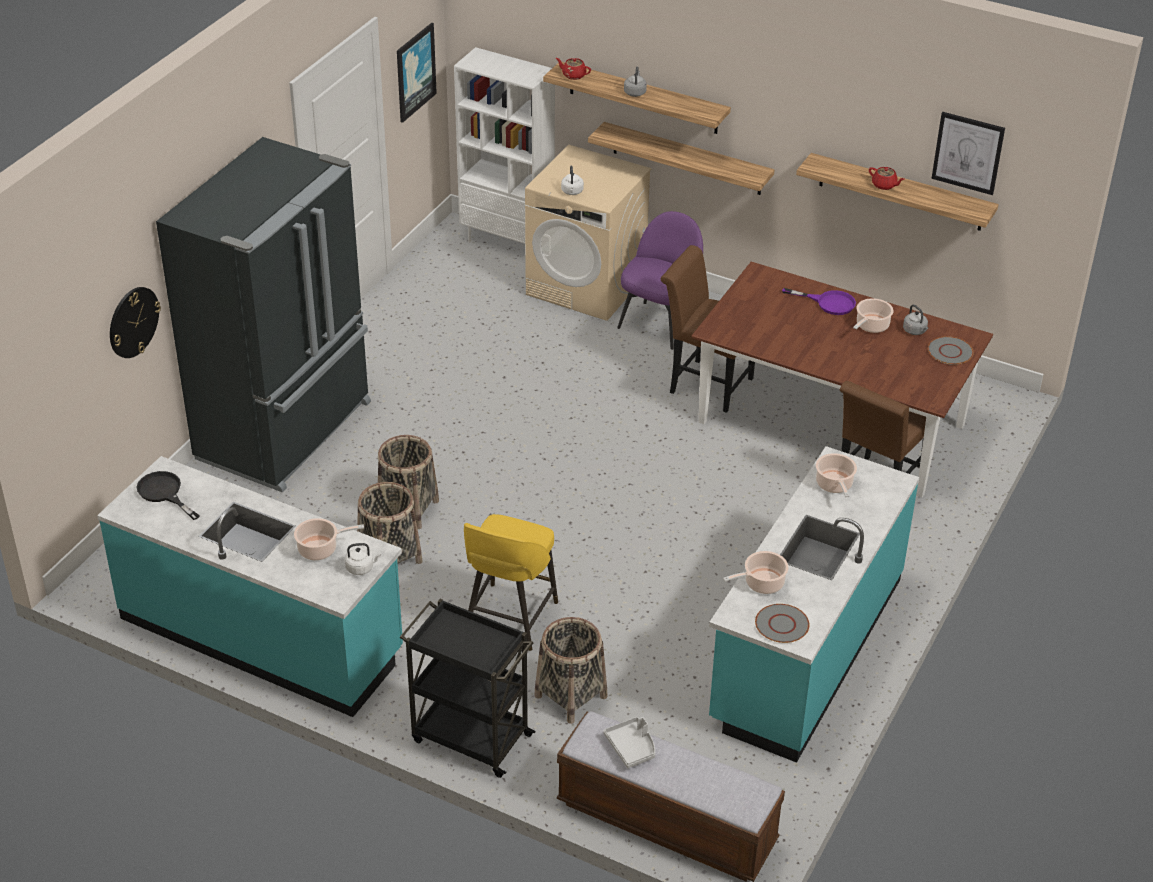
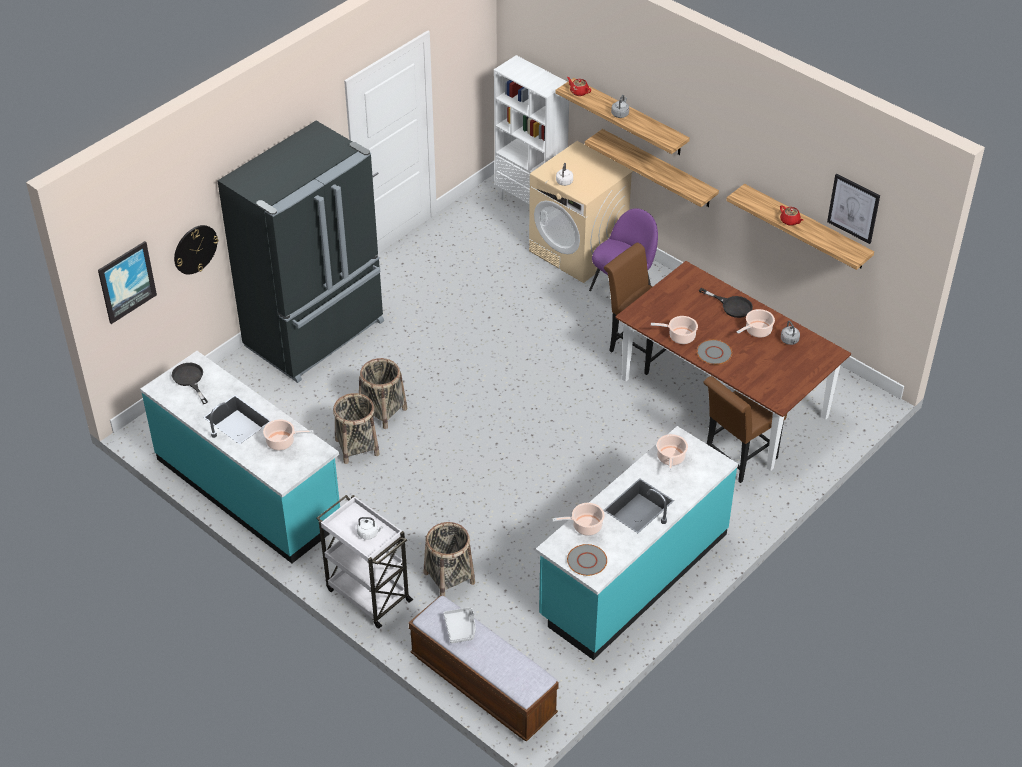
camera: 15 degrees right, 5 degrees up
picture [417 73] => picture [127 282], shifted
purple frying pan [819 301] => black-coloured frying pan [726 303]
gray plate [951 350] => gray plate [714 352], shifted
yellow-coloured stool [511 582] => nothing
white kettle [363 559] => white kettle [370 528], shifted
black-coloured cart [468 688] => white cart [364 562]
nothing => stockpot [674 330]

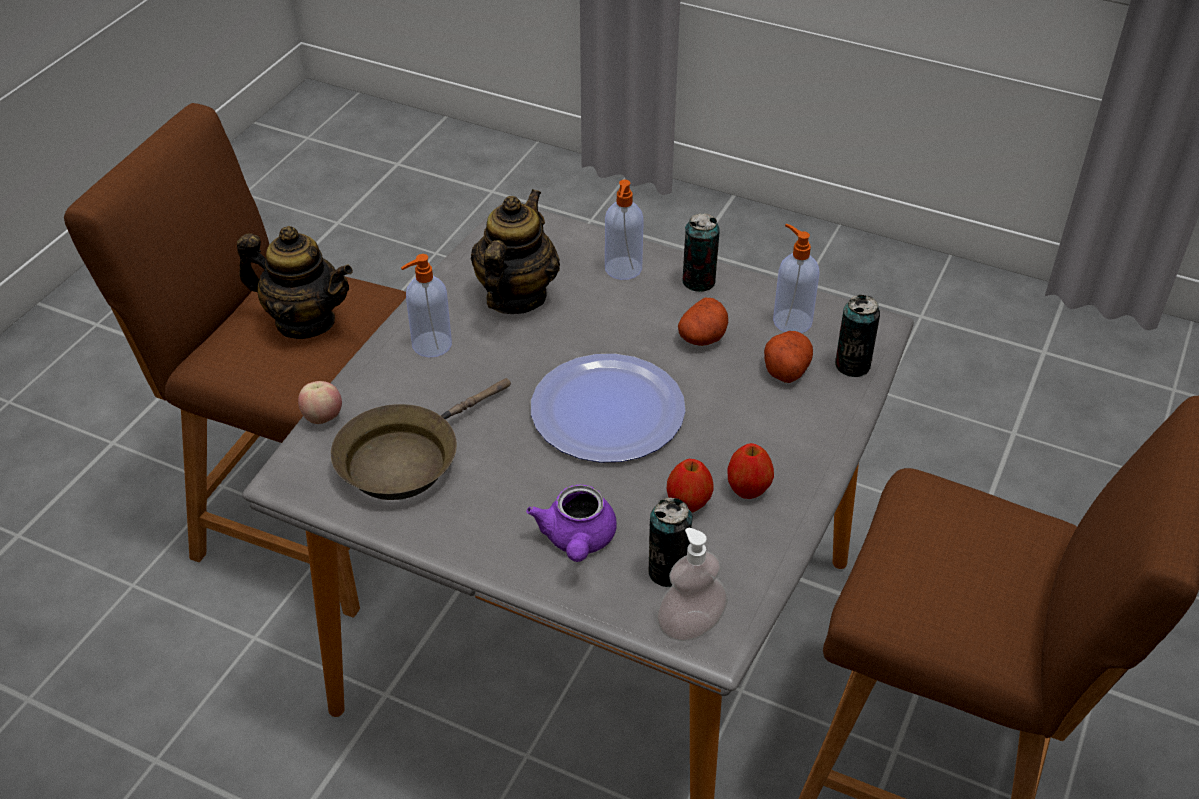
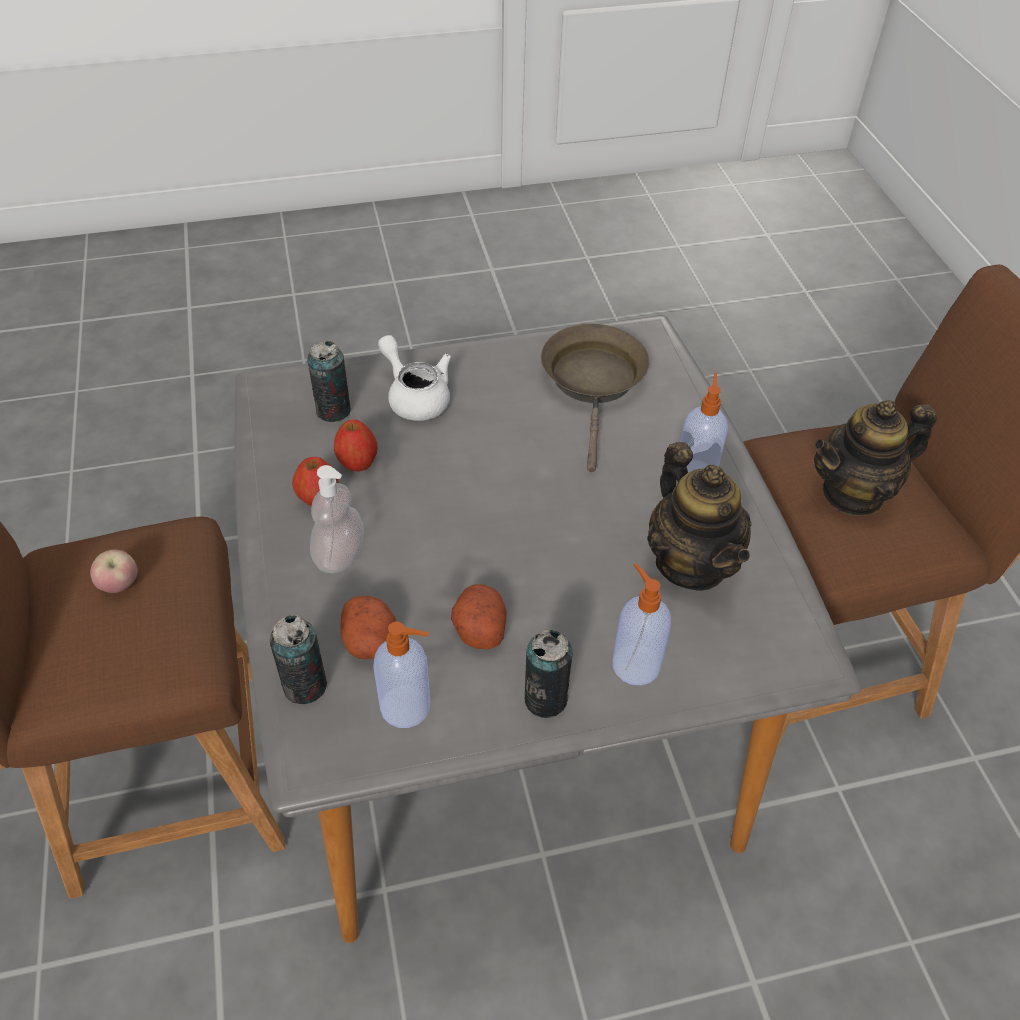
camera: 140 degrees right, 5 degrees up
plate [608 408] => nothing
apple fruit [320 402] => apple fruit [114 571], shifted
purple pot for tea [571 523] => white pot for tea [414 378]
liquid soap bottle [692 584] => liquid soap bottle [337 519], shifted

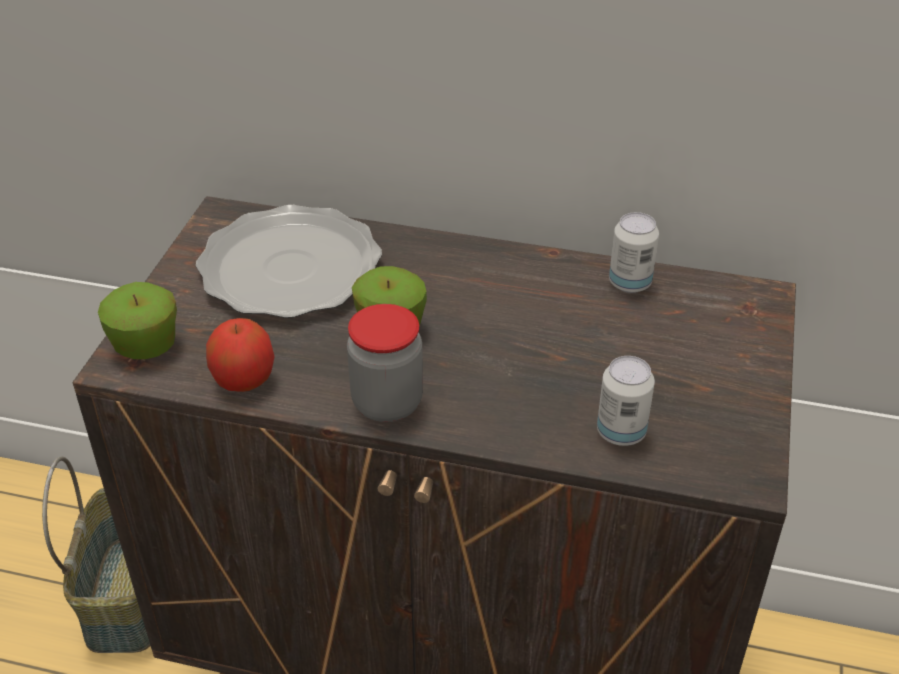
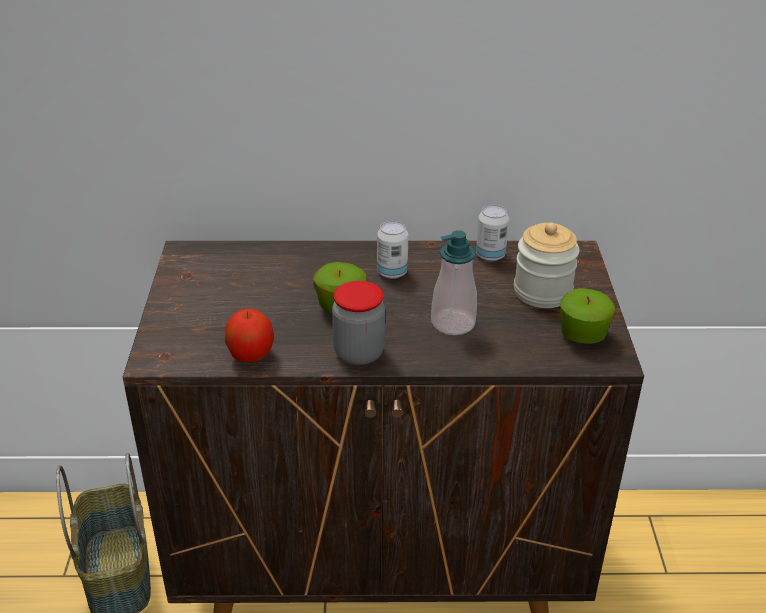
camera: 15 degrees left, 5 degrees down
plate [289 261] => nothing
apple fruit [137 320] => apple fruit [587 316], shifted
metal can [626 401] => metal can [393 250], shifted
nothing => jar [547 265]
nothing => liquid soap bottle [454 282]

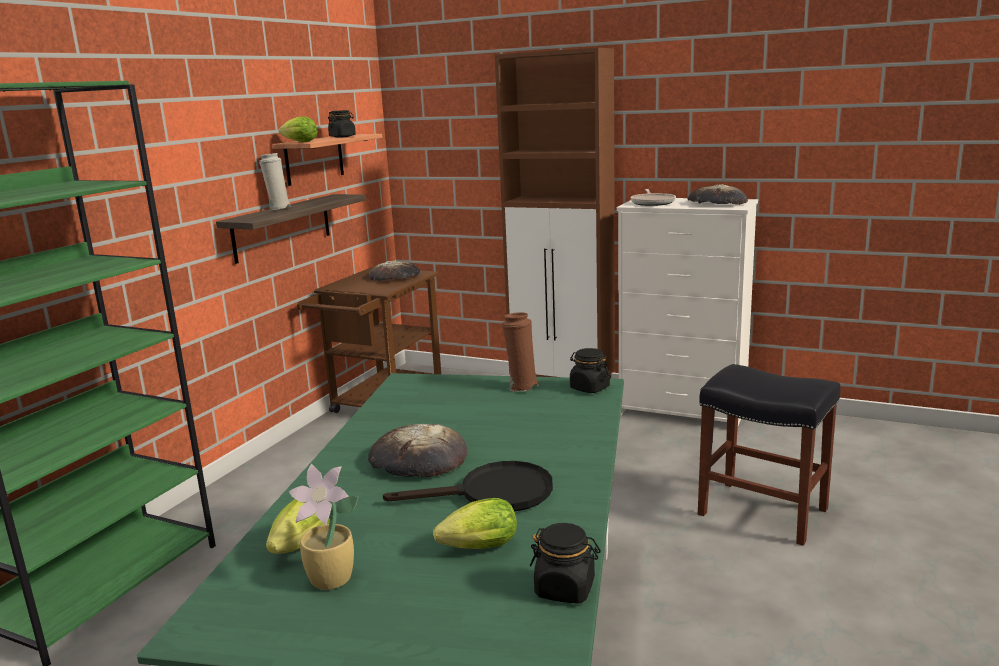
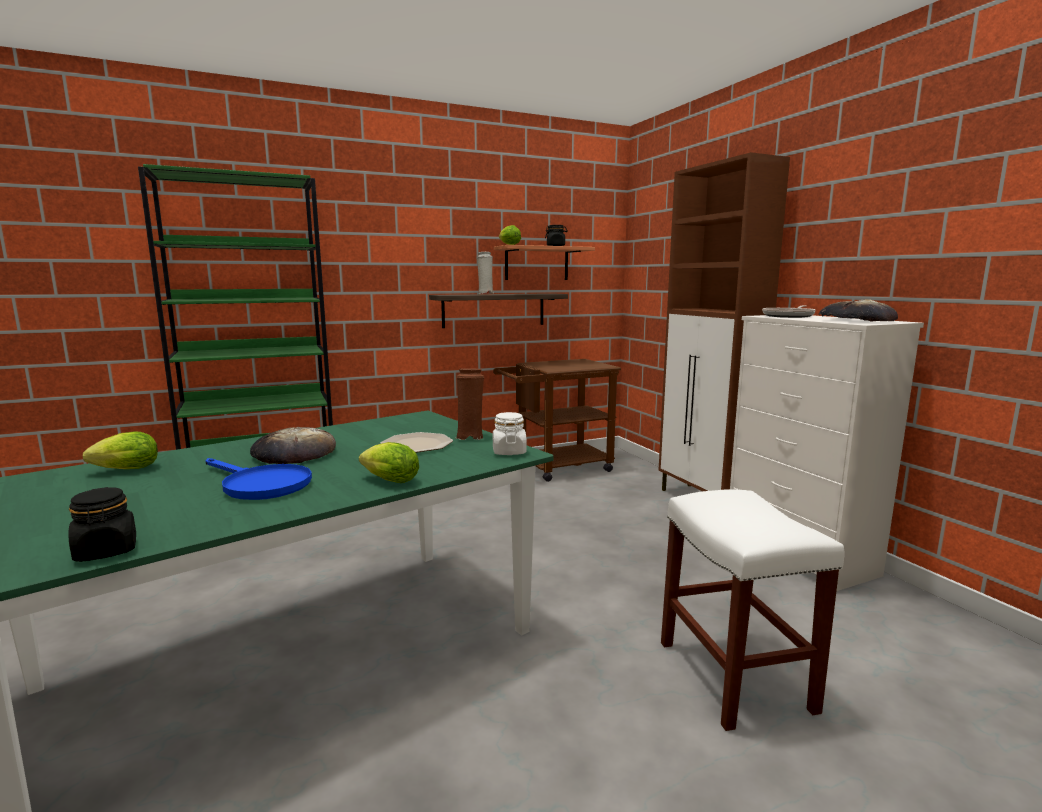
camera: 40 degrees right, 5 degrees down
baked bread [394 271] => nothing
black-coloured jar [590 370] => white jar [510 433]
black-coloured stool [769 455] => white stool [753 610]
black-coloured frying pan [468 486] => blue frying pan [259 479]
potted plant [323 527] => nothing
head of lettuce [475 523] => head of lettuce [389 462], shifted
nothing => plate [417 442]

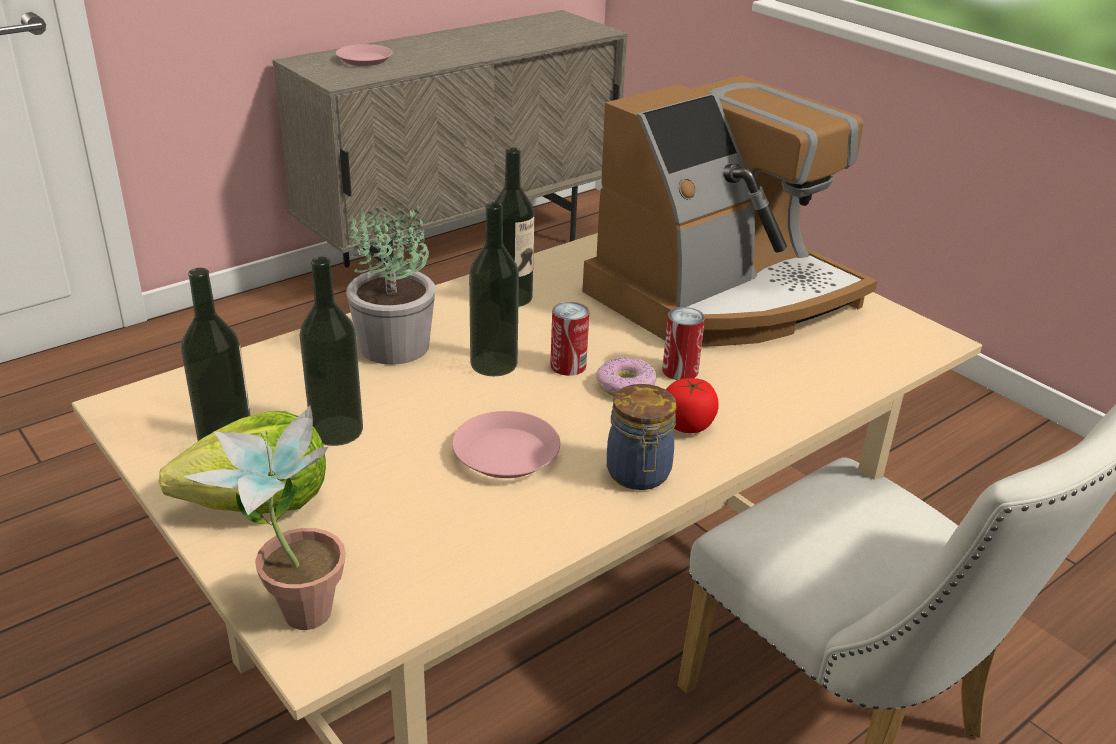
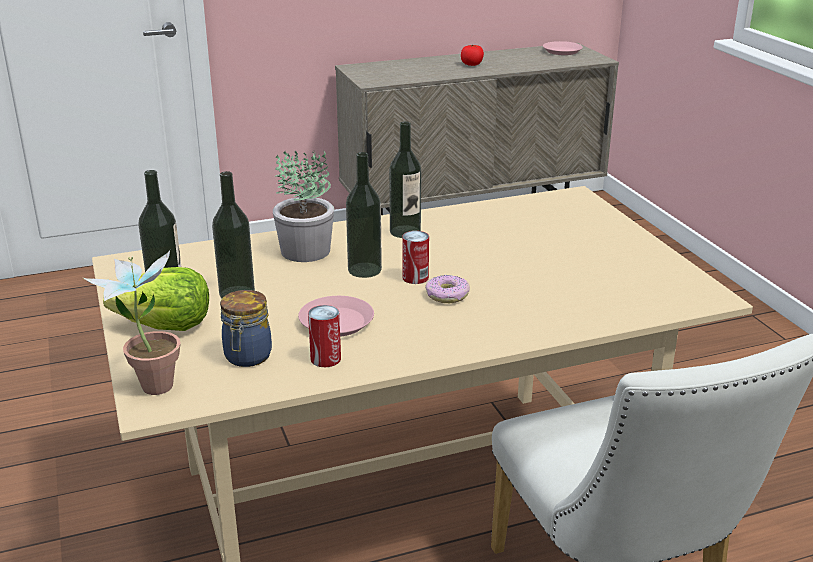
camera: 20 degrees right, 5 degrees down
pinkish plate [364 55] => pinkish plate [563 48], shifted
coffee brewer [730 211] => nothing
metal can [683 343] => metal can [324 336], shifted
fresh tomato [692 405] => fresh tomato [472 55], shifted
jar [641 437] => jar [246 328], shifted

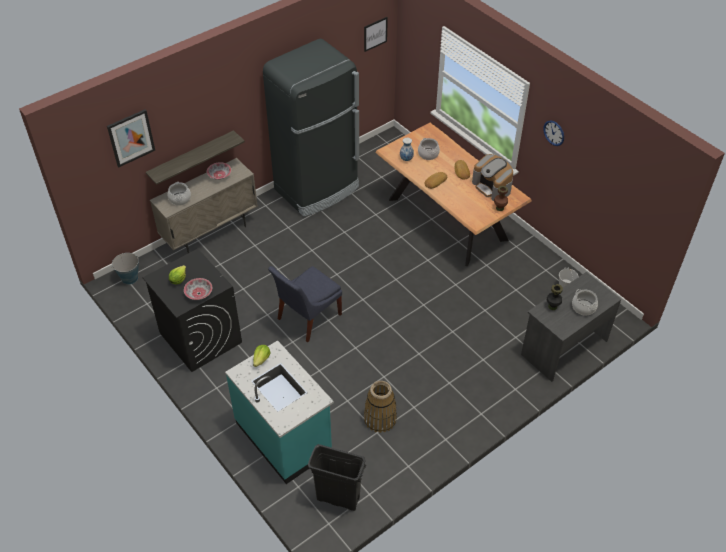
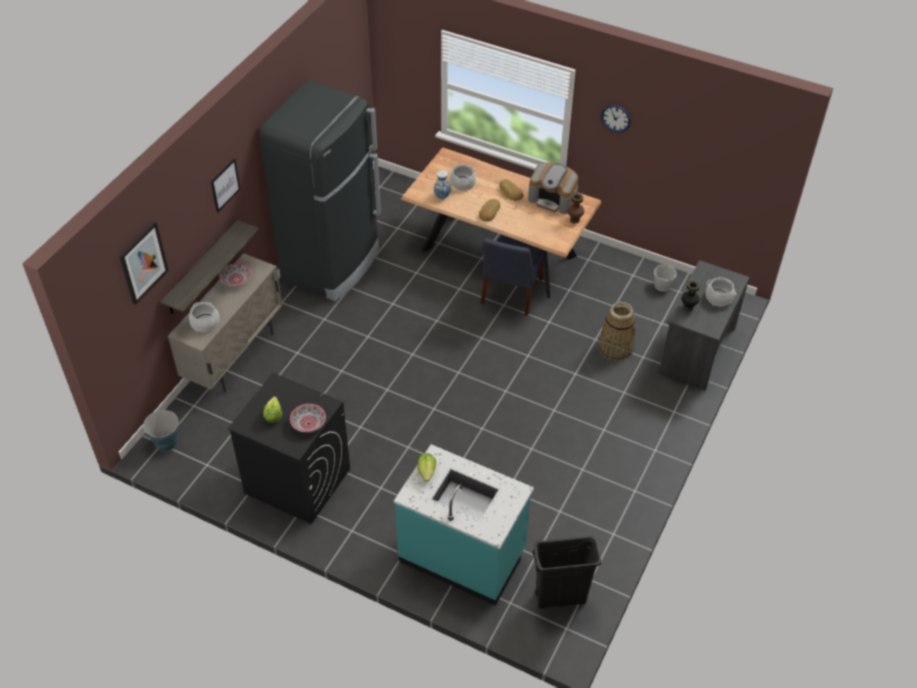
camera: 25 degrees left, 0 degrees up
picture [376 34] => picture [225 185], shifted
blue chair [305 304] => blue chair [512 275], shifted
household basket [380 407] => household basket [616 331], shifted

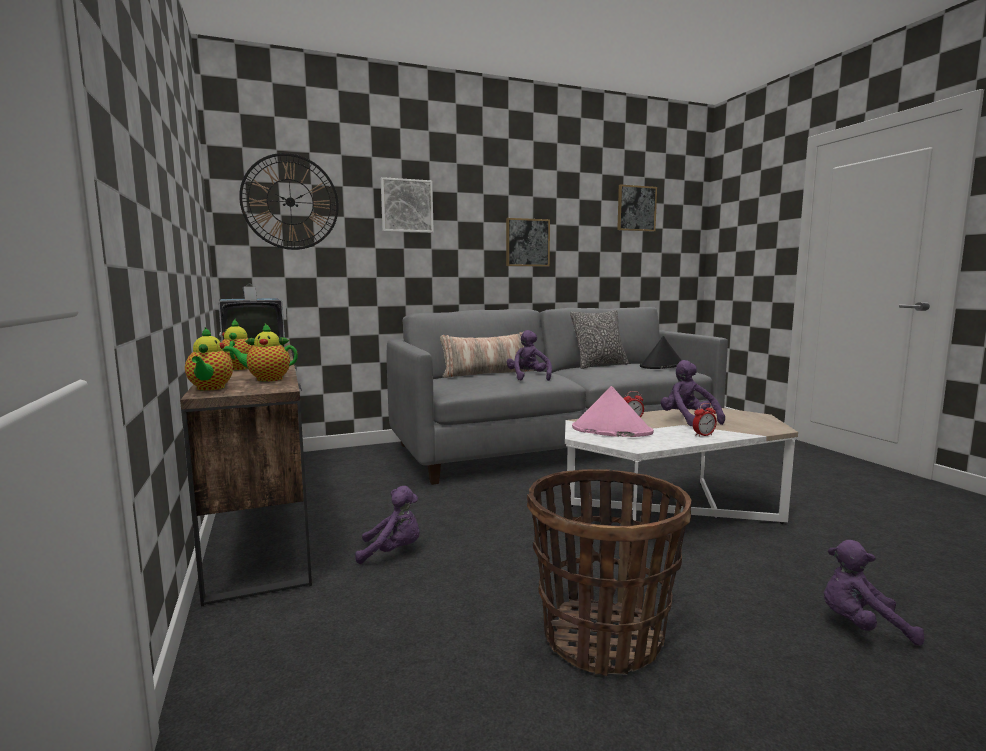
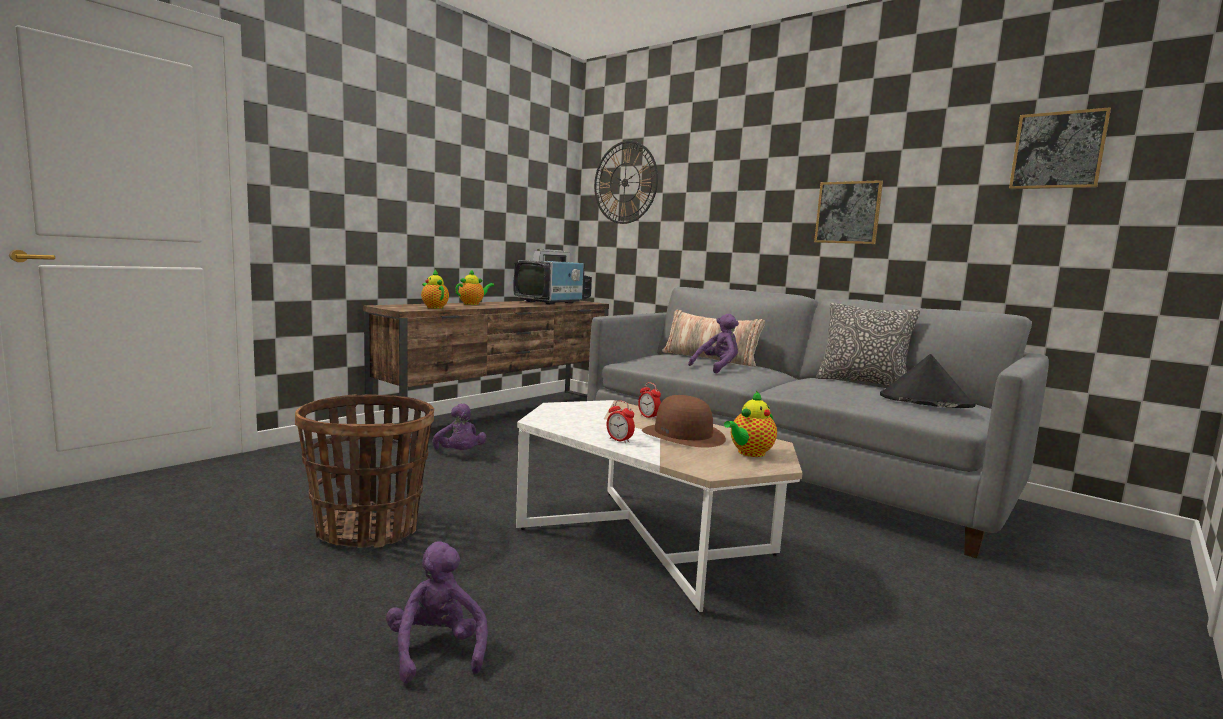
camera: 60 degrees right, 0 degrees up
picture [407 205] => nothing
pot for tea [209 359] => pot for tea [750 423], shifted
purple plush toy [693 393] => brown wearable hat [684 421]
pinkish wearable hat [613 411] => nothing

